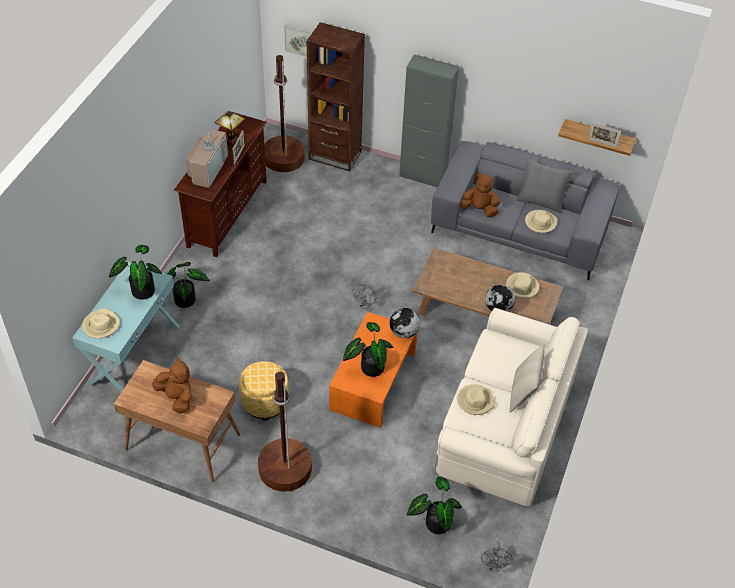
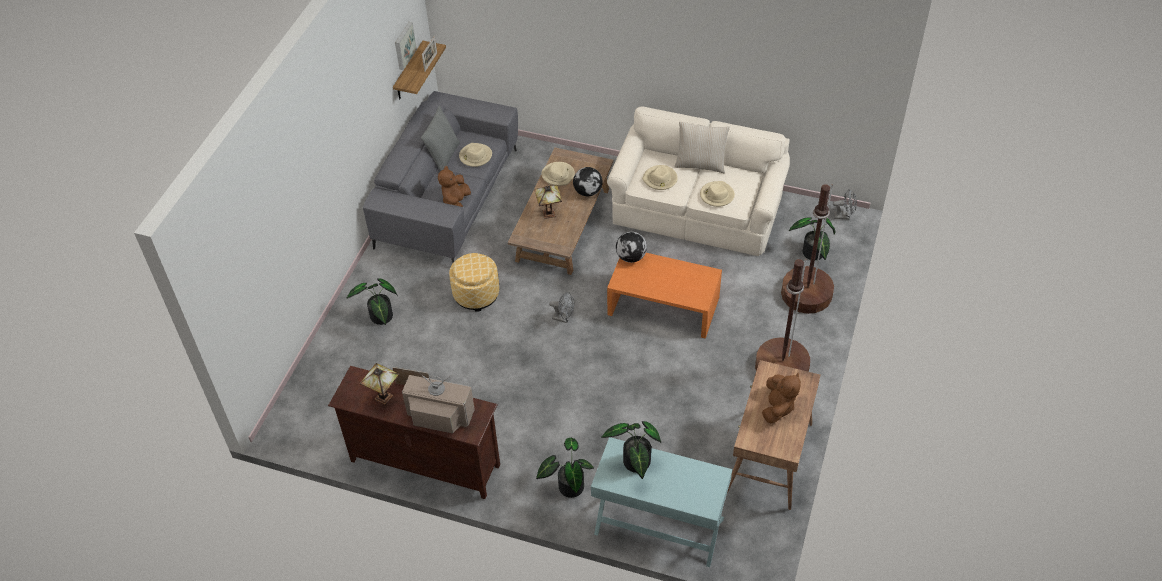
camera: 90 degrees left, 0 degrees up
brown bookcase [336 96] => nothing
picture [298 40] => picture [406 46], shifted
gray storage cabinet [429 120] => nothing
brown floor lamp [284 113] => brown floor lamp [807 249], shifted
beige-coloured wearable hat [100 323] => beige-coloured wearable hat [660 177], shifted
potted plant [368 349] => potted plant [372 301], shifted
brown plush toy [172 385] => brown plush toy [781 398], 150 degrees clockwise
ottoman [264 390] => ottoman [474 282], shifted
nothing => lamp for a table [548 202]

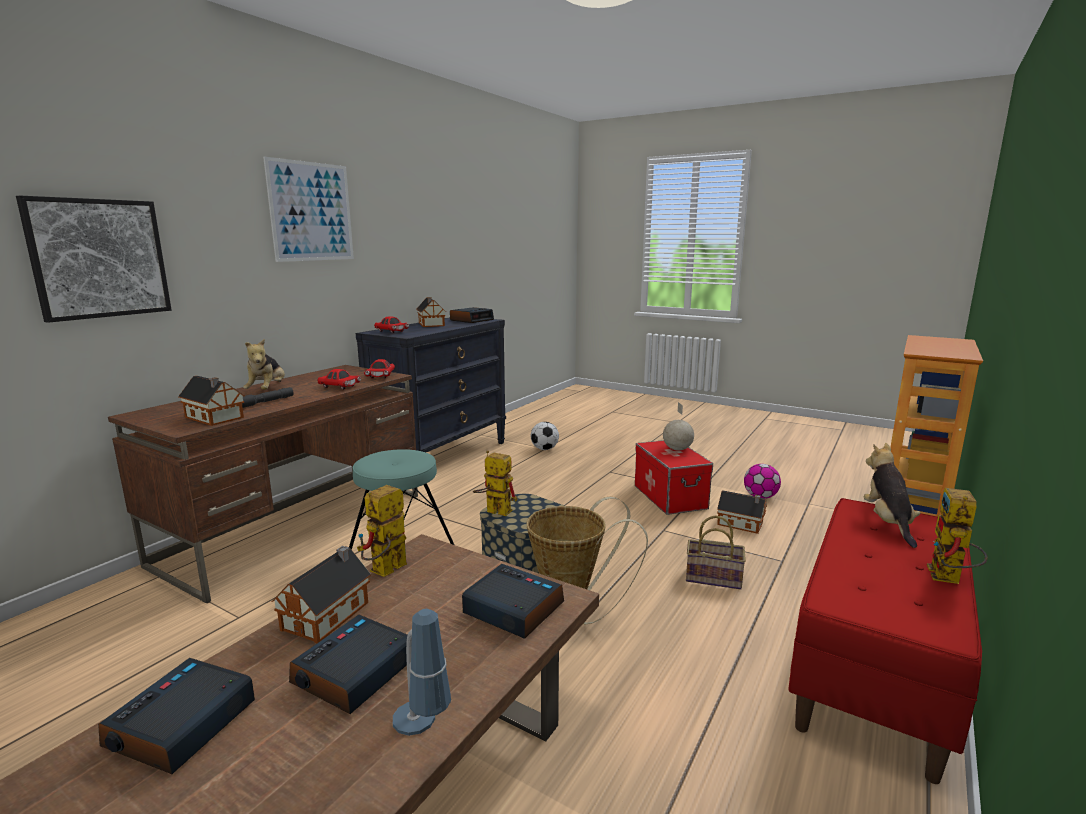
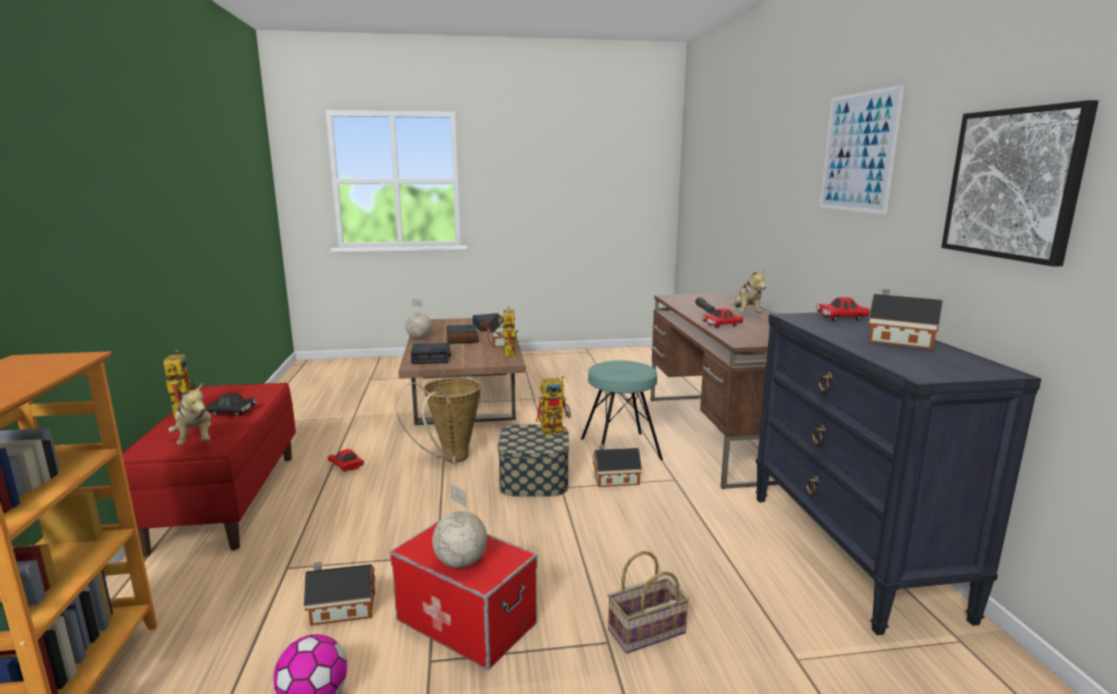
camera: 140 degrees right, 0 degrees up
picture [94 259] => picture [1020 183], shifted
table clock [472 315] => nothing
plush toy [264 364] => plush toy [748 291], 135 degrees counterclockwise
red-coloured toy car [379 369] => red-coloured toy car [346 460], shifted
miniature house [211 401] => miniature house [617 465], shifted
football ball [545 436] => nothing
household basket [716 552] => household basket [648 602], shifted
lamp for a table [422 672] => world globe [418 318]
nothing => black-coloured toy car [231 404]

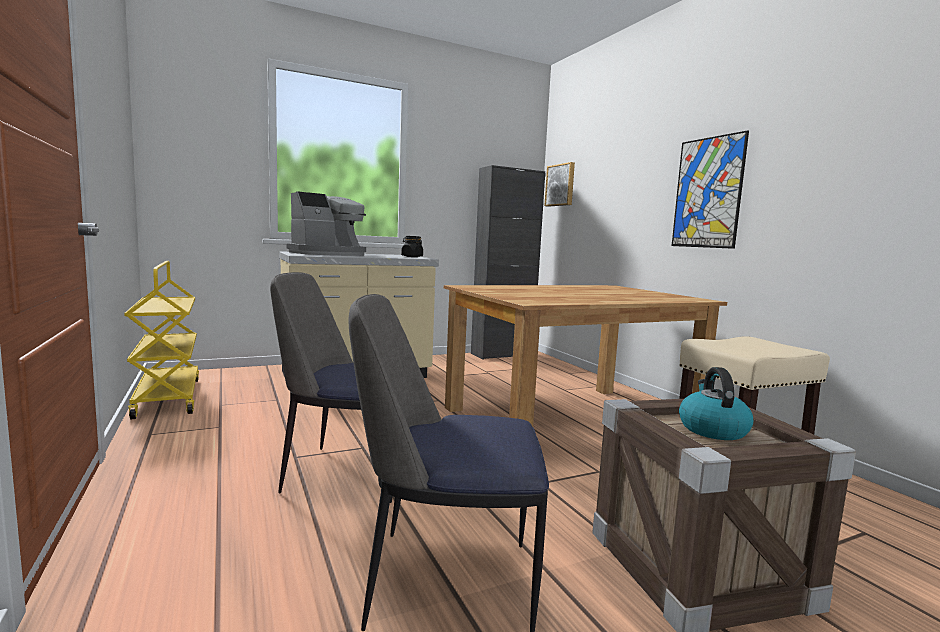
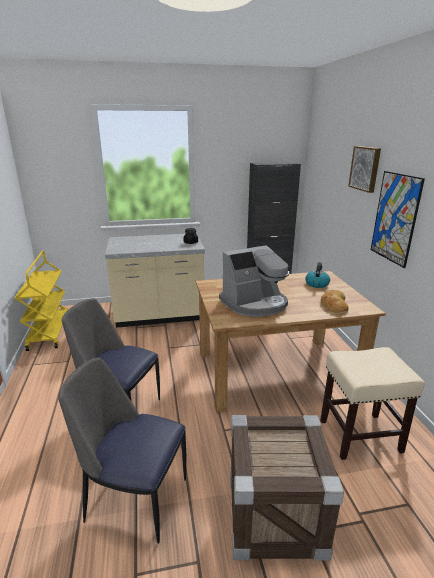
camera: 15 degrees right, 15 degrees up
picture [559 184] => picture [364 169], shifted
coffee brewer [326 223] => coffee brewer [254 281], shifted
kettle [716 403] => kettle [317 275], shifted
nothing => baked bread [335 301]

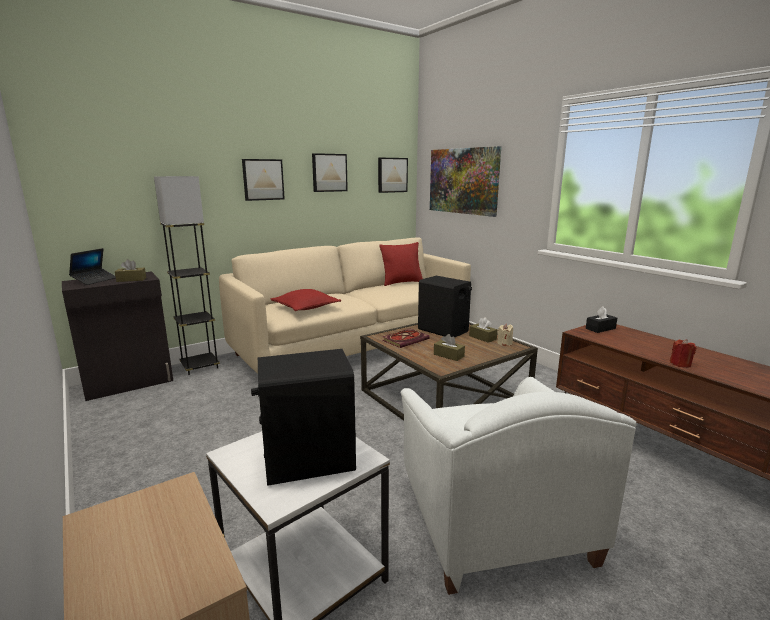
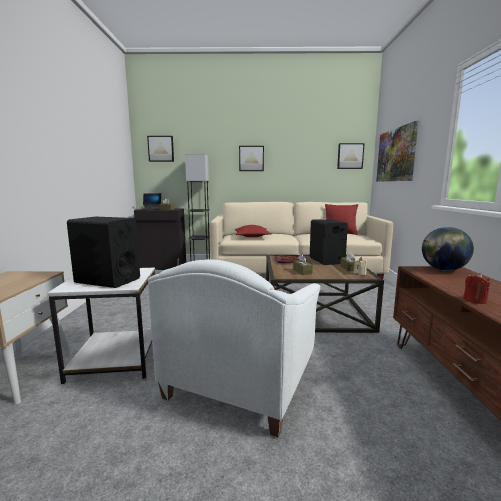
camera: 35 degrees right, 5 degrees down
picture [330 172] => picture [160 149], shifted
black-coloured box of tissues [601 319] => world globe [448 249]

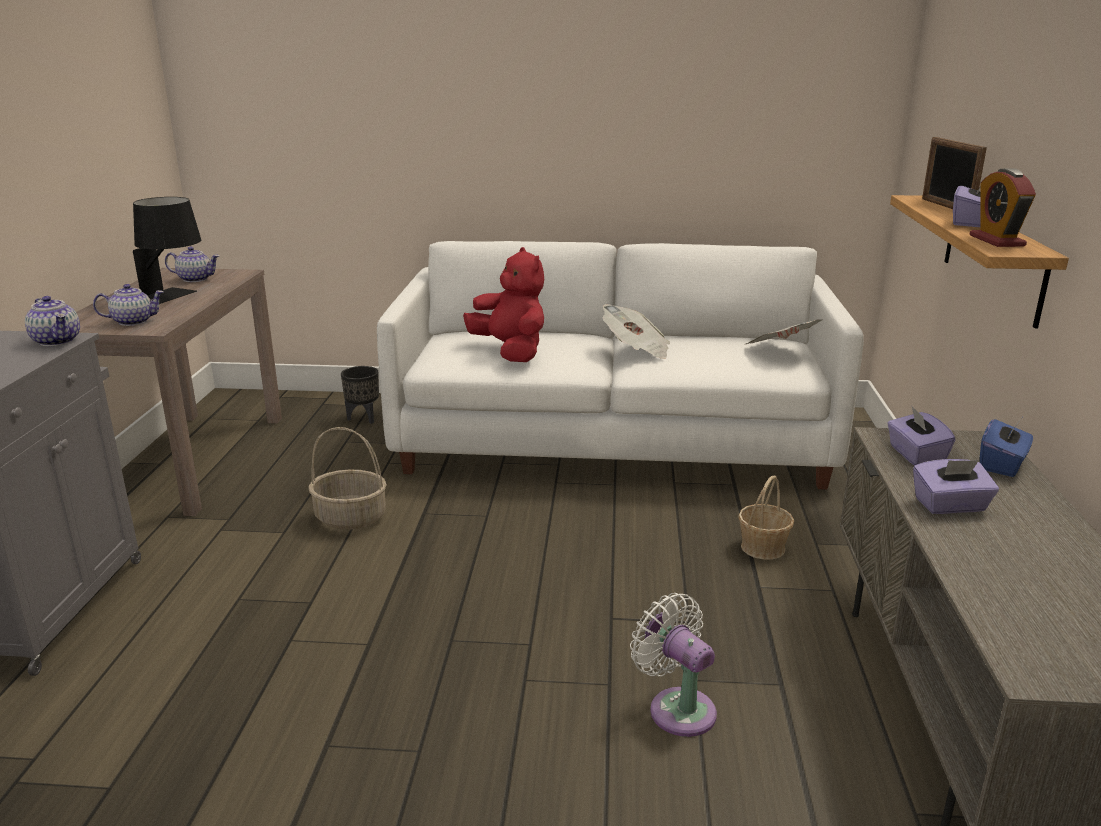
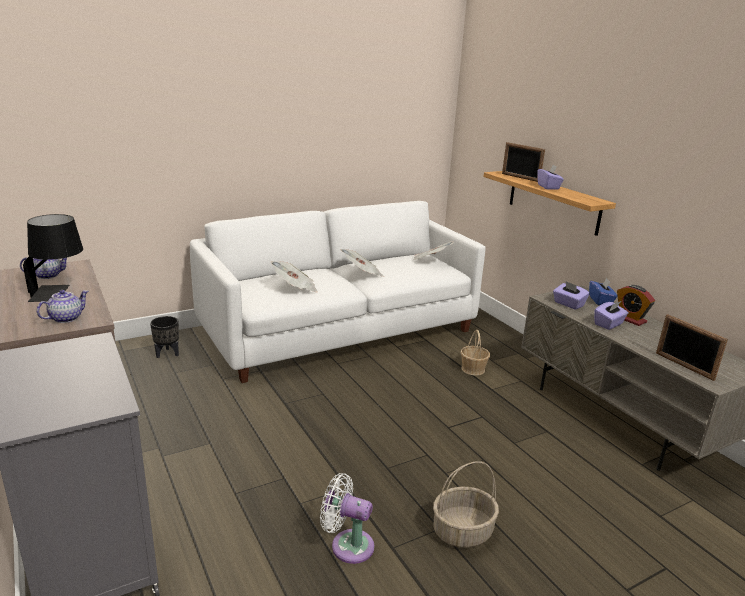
camera: 35 degrees left, 0 degrees up
table clock [1003 208] => table clock [636 305], shifted
red-coloured plush toy [503 304] => daily paper [294 276]
pot for tea [52 321] => nothing
household basket [347 478] => household basket [466 504], shifted
white fan [673 665] => white fan [347 518], shifted
nothing => standing frame [692 347]

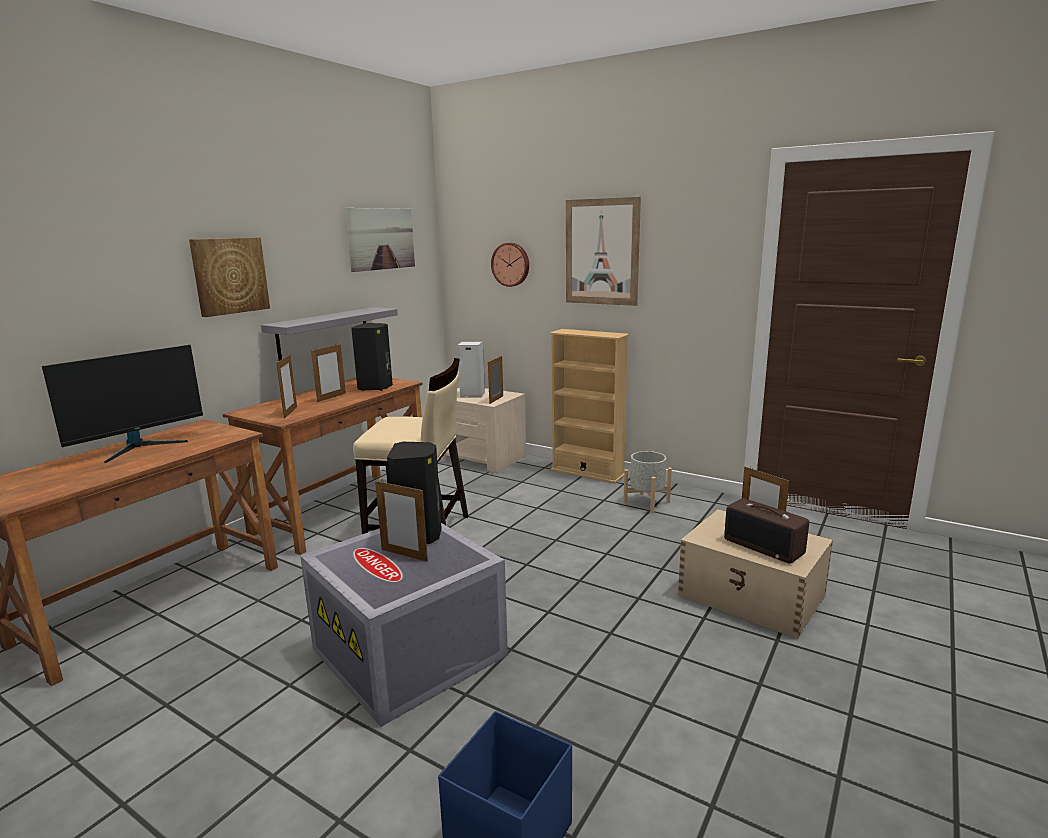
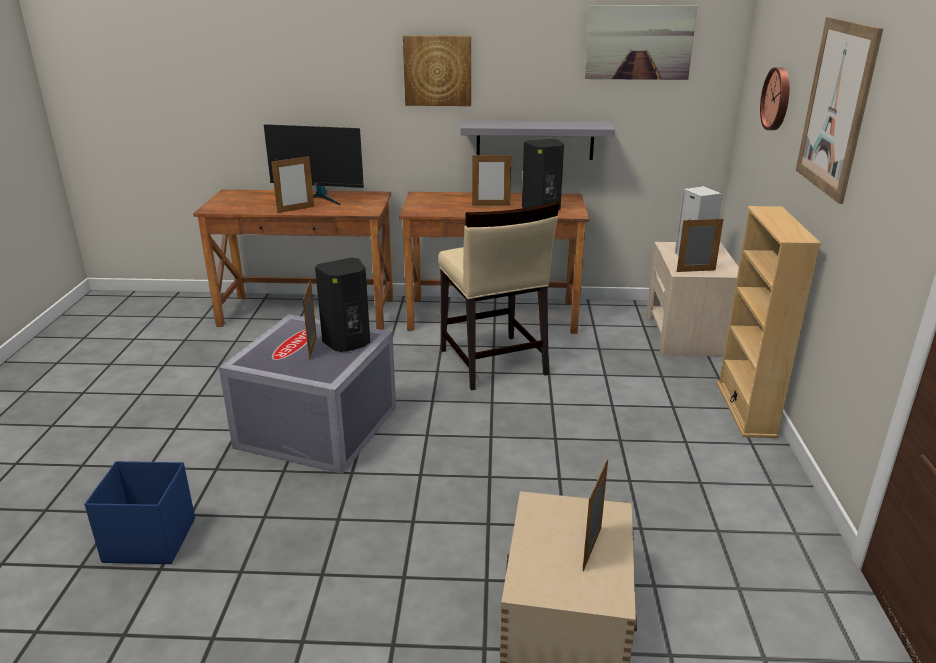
camera: 60 degrees right, 10 degrees up
standing frame [287 386] => standing frame [292 184], shifted
gray planter [647 482] => nothing
radio [766 531] => nothing

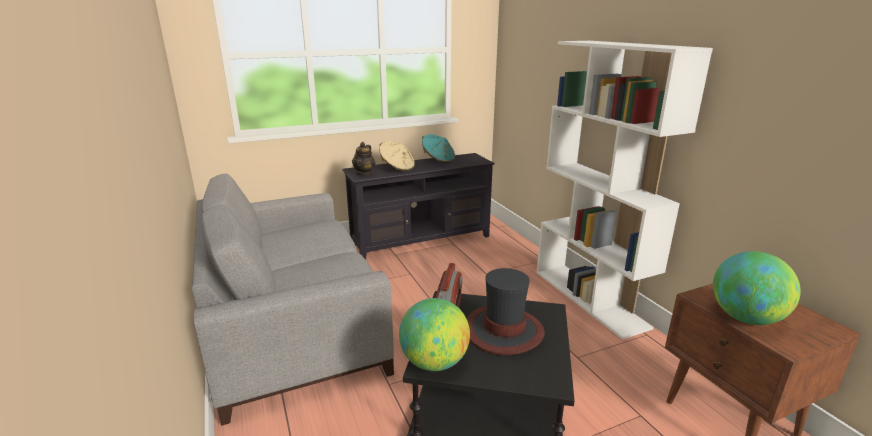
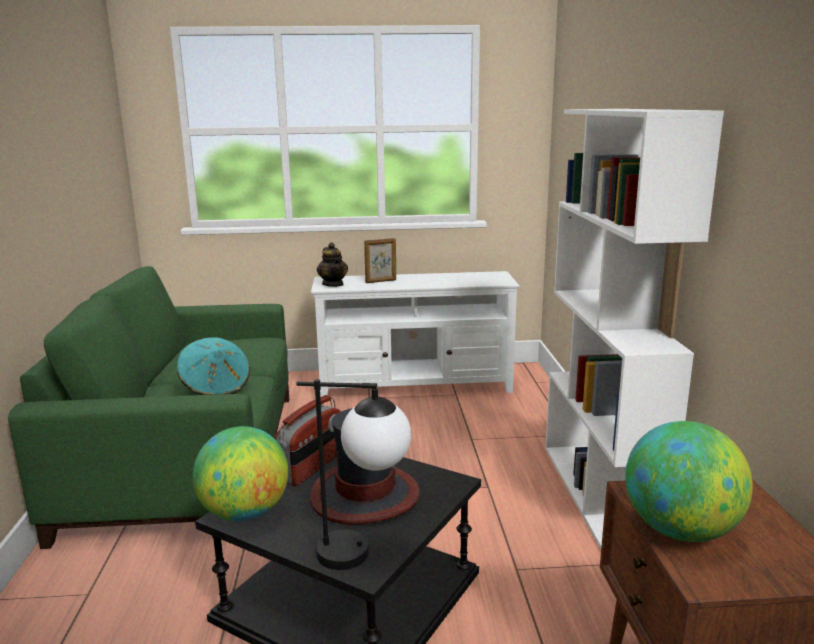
camera: 20 degrees right, 5 degrees down
blue-green wearable hat [438 148] => blue-green wearable hat [213 366], shifted
beige-coloured wearable hat [397 156] => standing frame [380 260]
pot for tea [363 159] => pot for tea [332 264], 60 degrees counterclockwise
black-coloured media console [418 206] => white media console [415 334]
gray couch [293 300] => green couch [148 407]
nothing => lamp for a table [353 474]

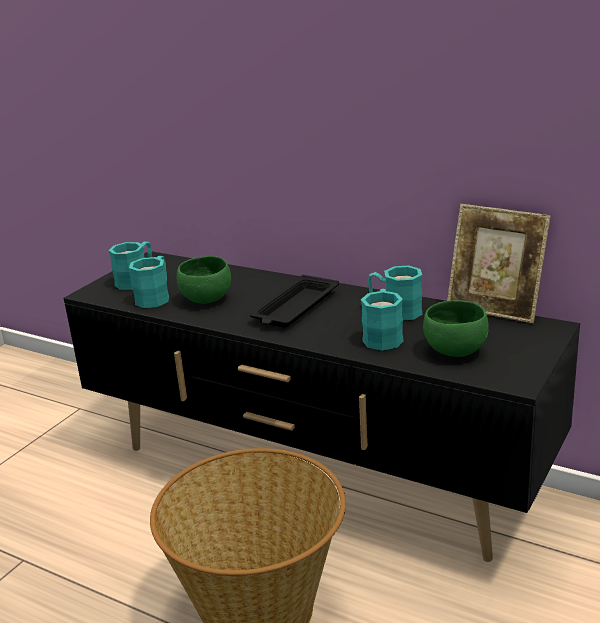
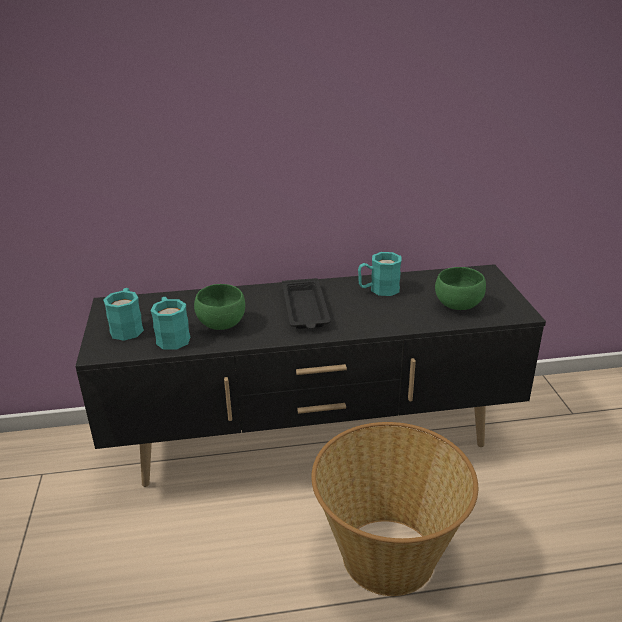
camera: 40 degrees left, 5 degrees up
standing frame [499 263] => nothing
blue-green coffee mug [382 320] => nothing

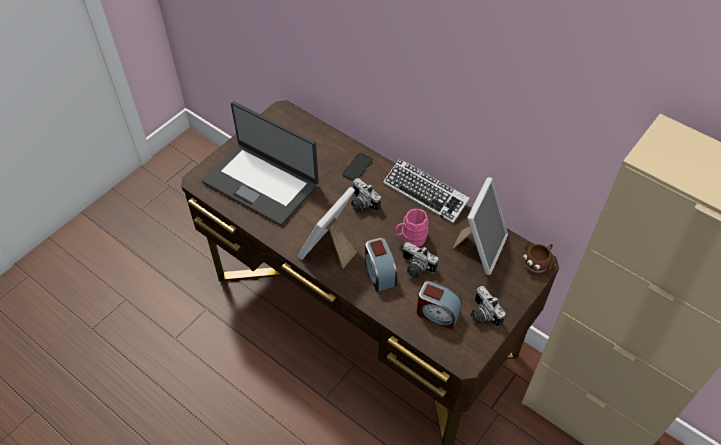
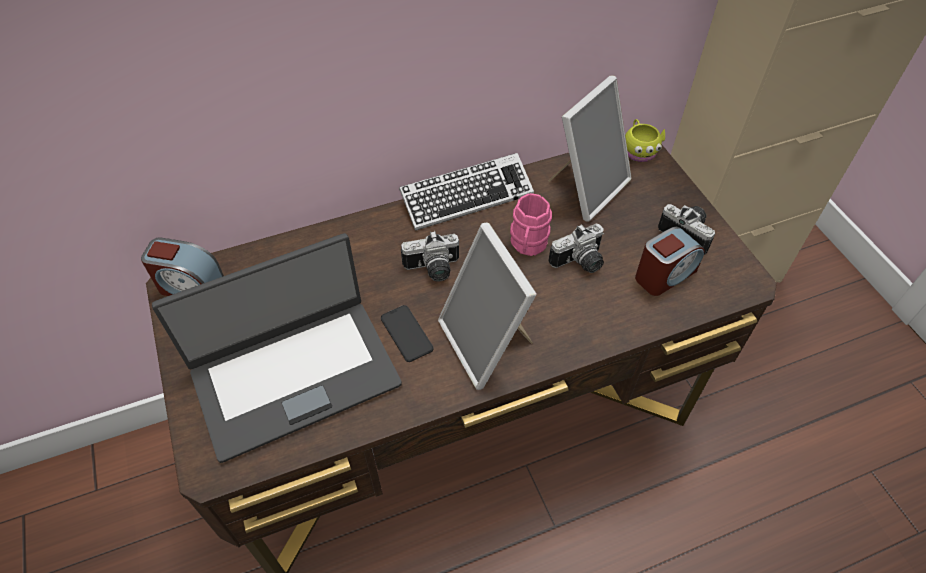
camera: 60 degrees left, 0 degrees up
telephone [357 167] => telephone [407 333], shifted
standing frame [480 226] => standing frame [590 148], 75 degrees clockwise
table clock [381 265] => table clock [182 266], shifted
brown coffee mug [538 257] => yellow-coloured coffee mug [645 140]
still camera [487 306] => still camera [686 229], 135 degrees counterclockwise

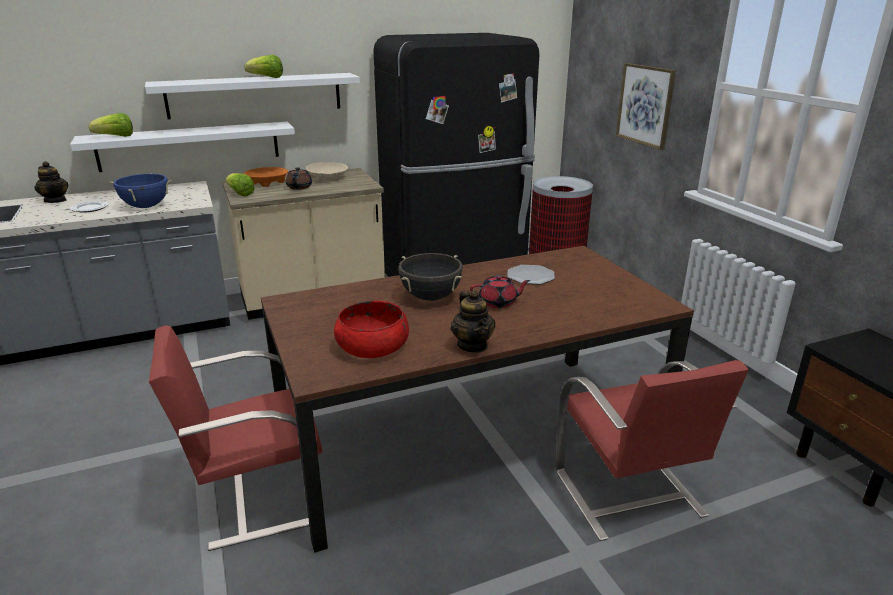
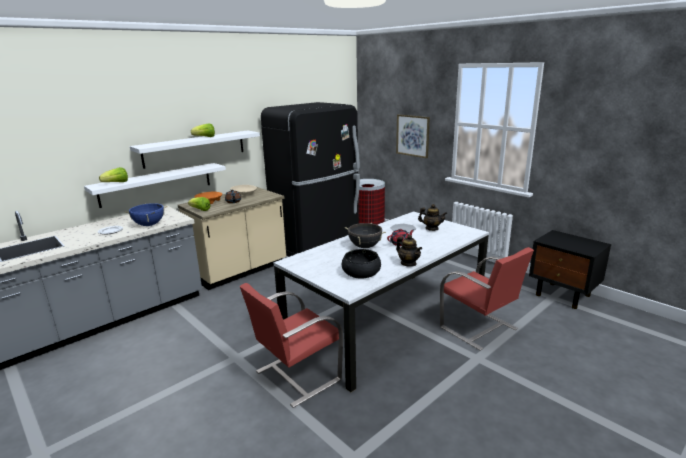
camera: 20 degrees left, 5 degrees down
pot for tea [51 182] => pot for tea [432 217], shifted
brown dinner table [477 399] => white dinner table [381 301]
red-coloured bowl [371 329] => black-coloured bowl [361 263]

